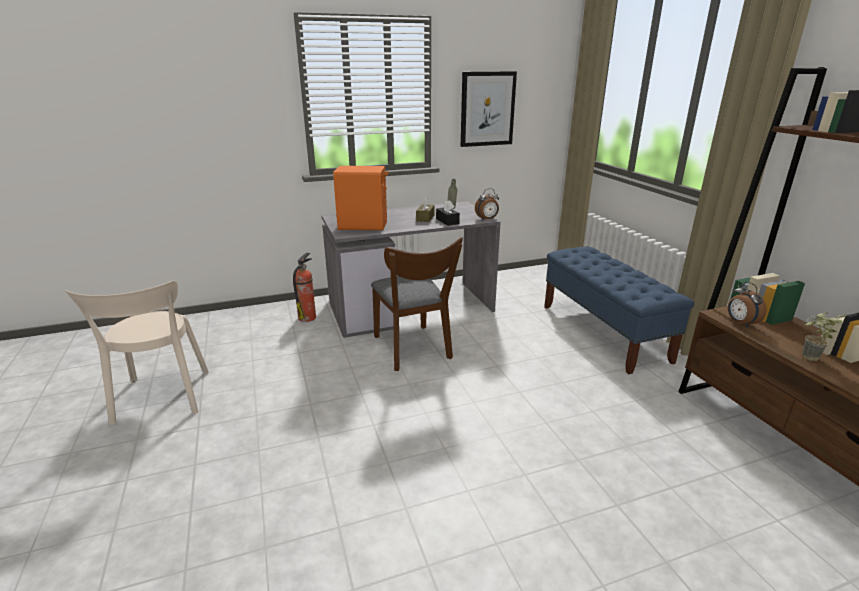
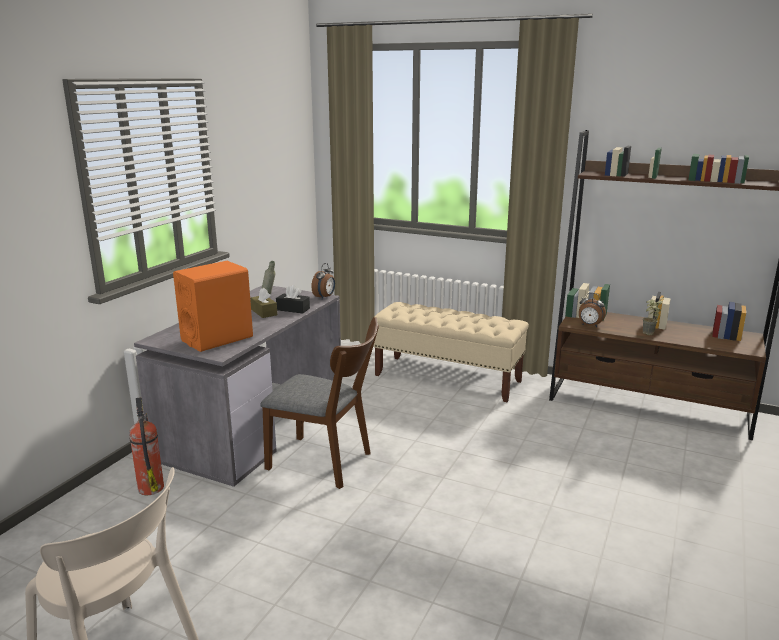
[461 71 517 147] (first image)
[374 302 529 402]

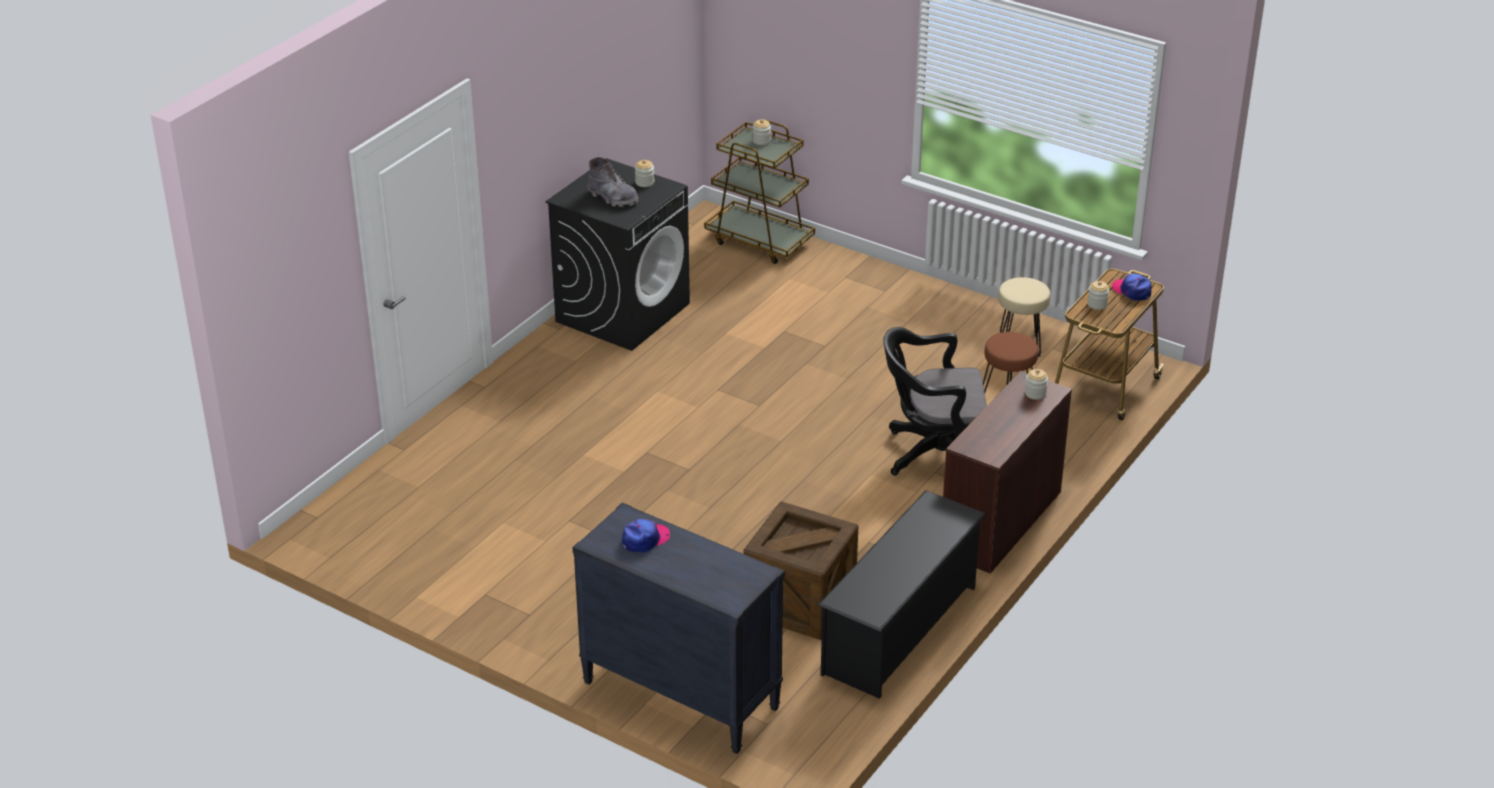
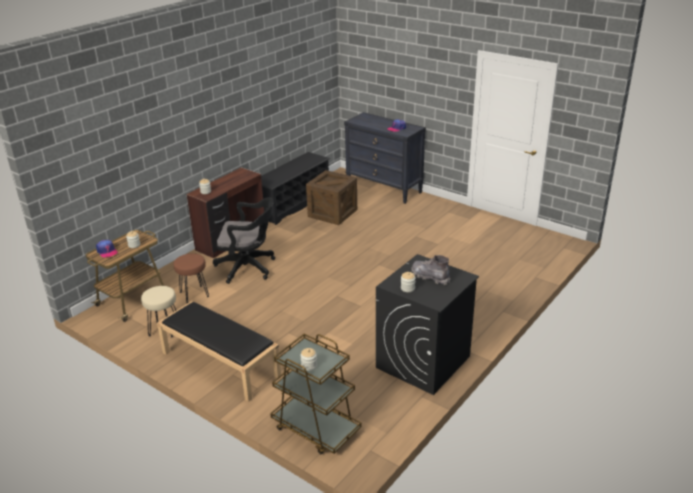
[157 301 281 402]

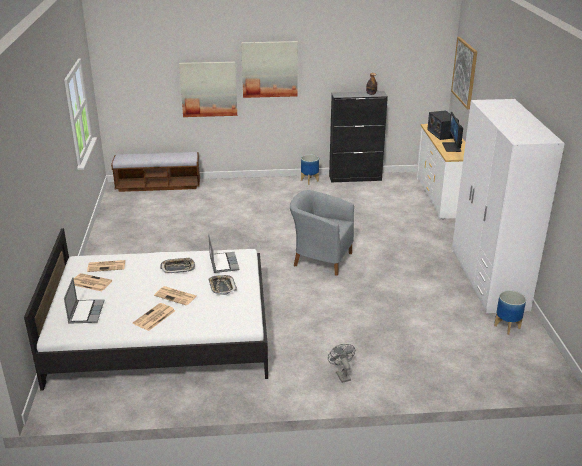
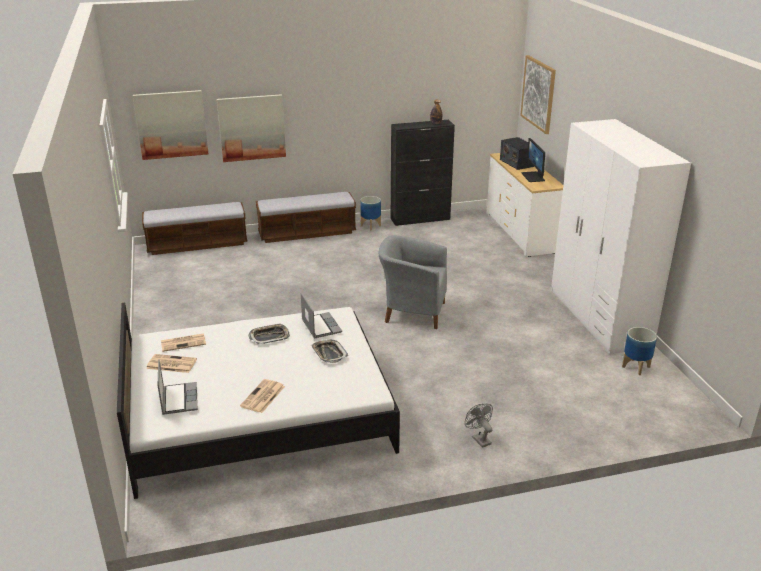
[154 286 197 306] (first image)
[133 90 208 160]
[256 192 356 243]

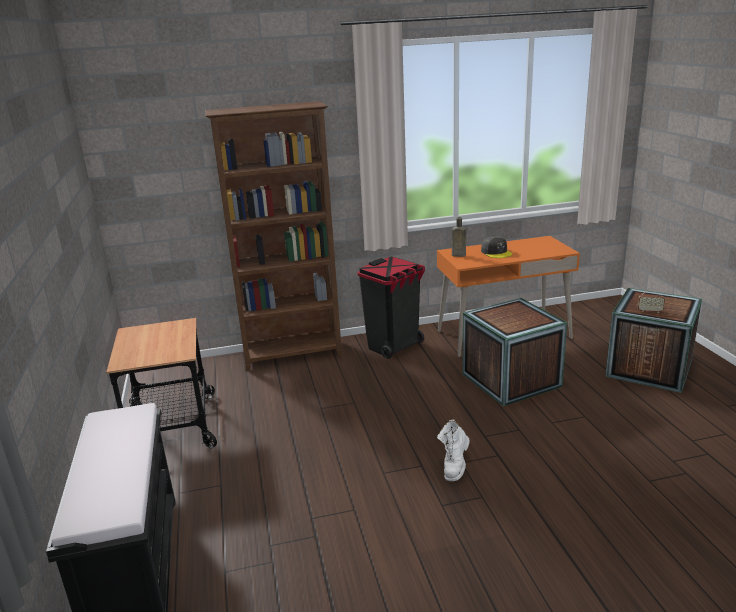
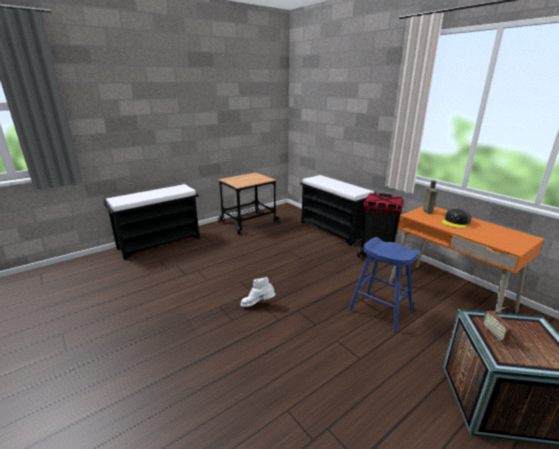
[300 175 377 246]
[349 237 419 332]

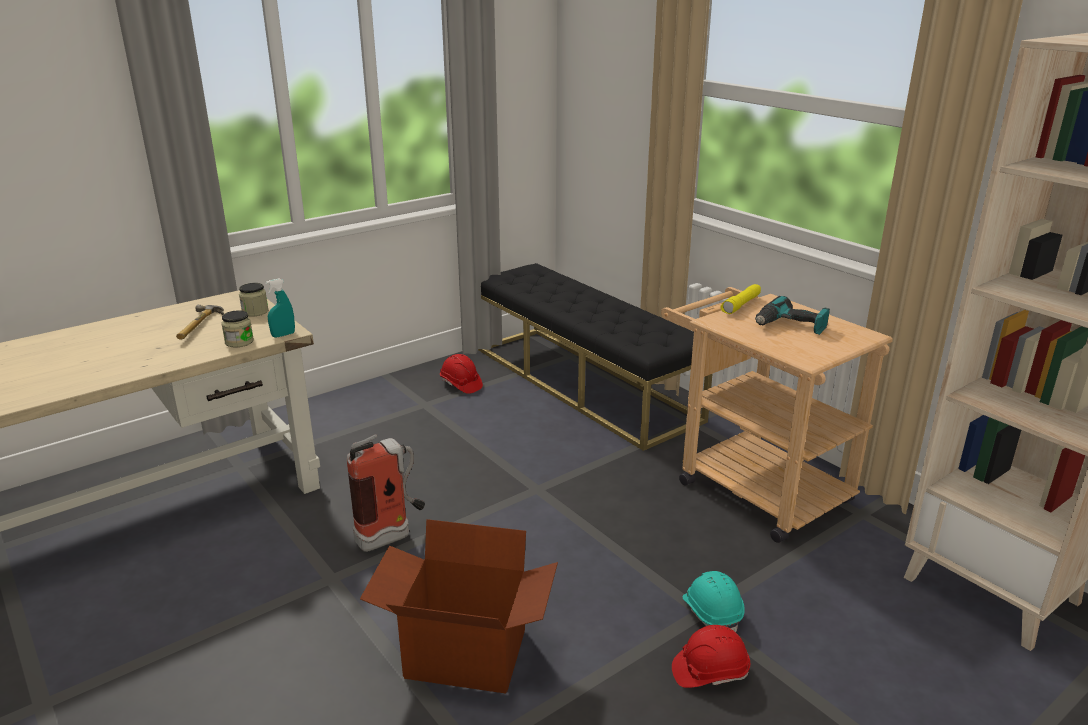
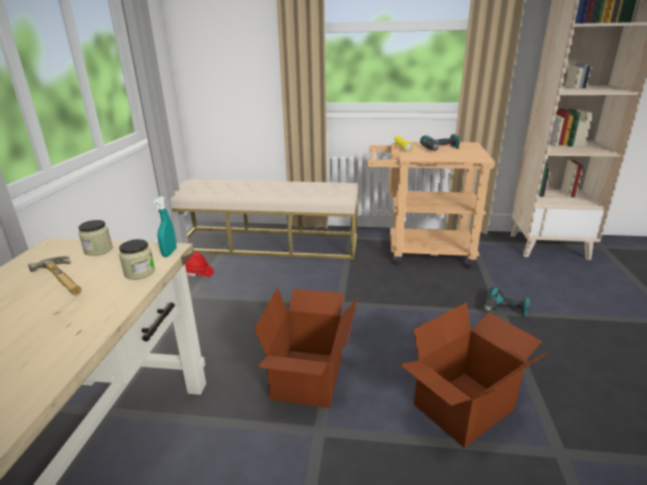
[254 287 358 408]
[170 179 358 260]
[672 625 750 688] (first image)
[483 287 530 316]

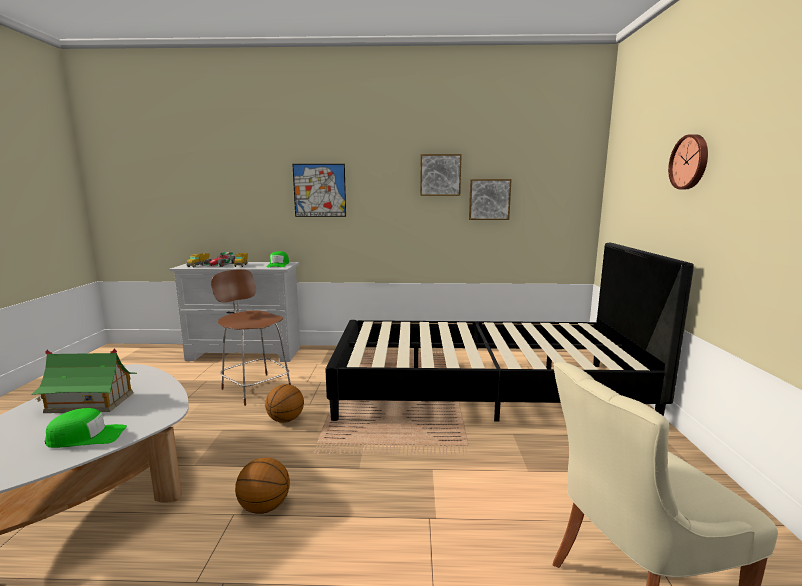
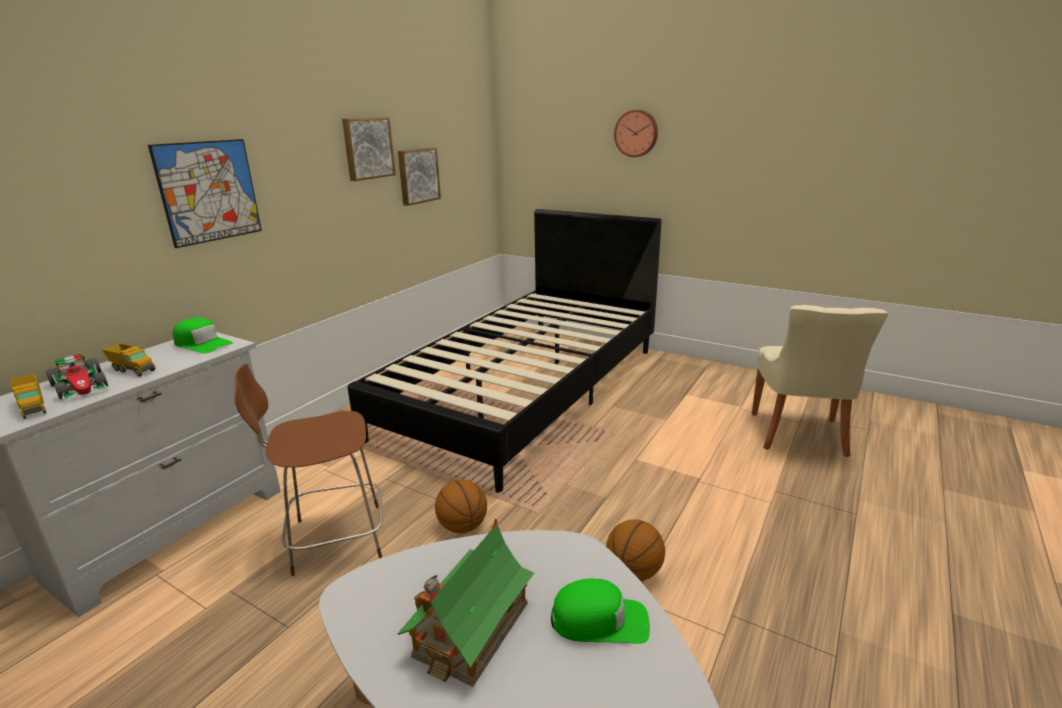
[551 579 650 644]

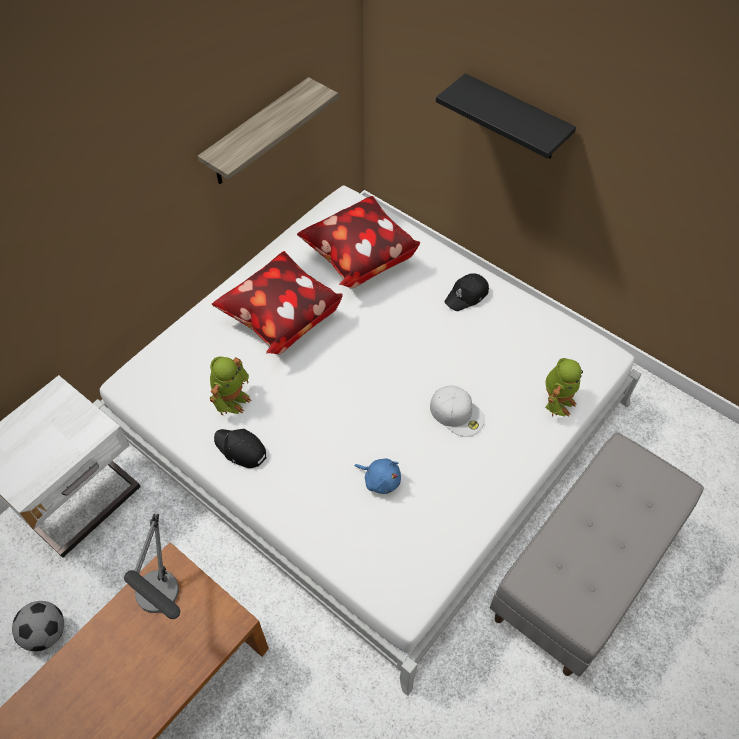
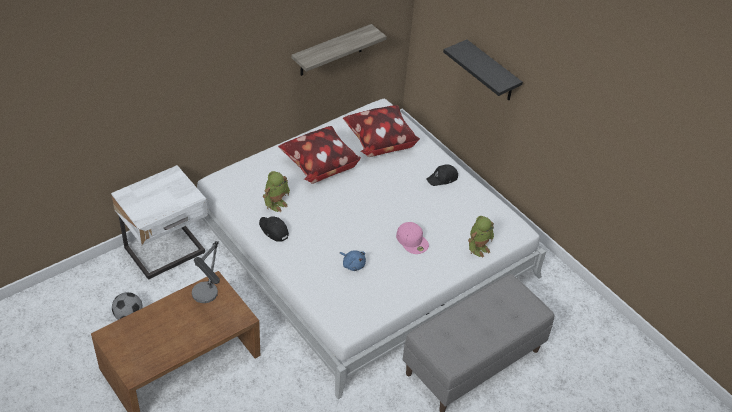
[396 222 429 254]

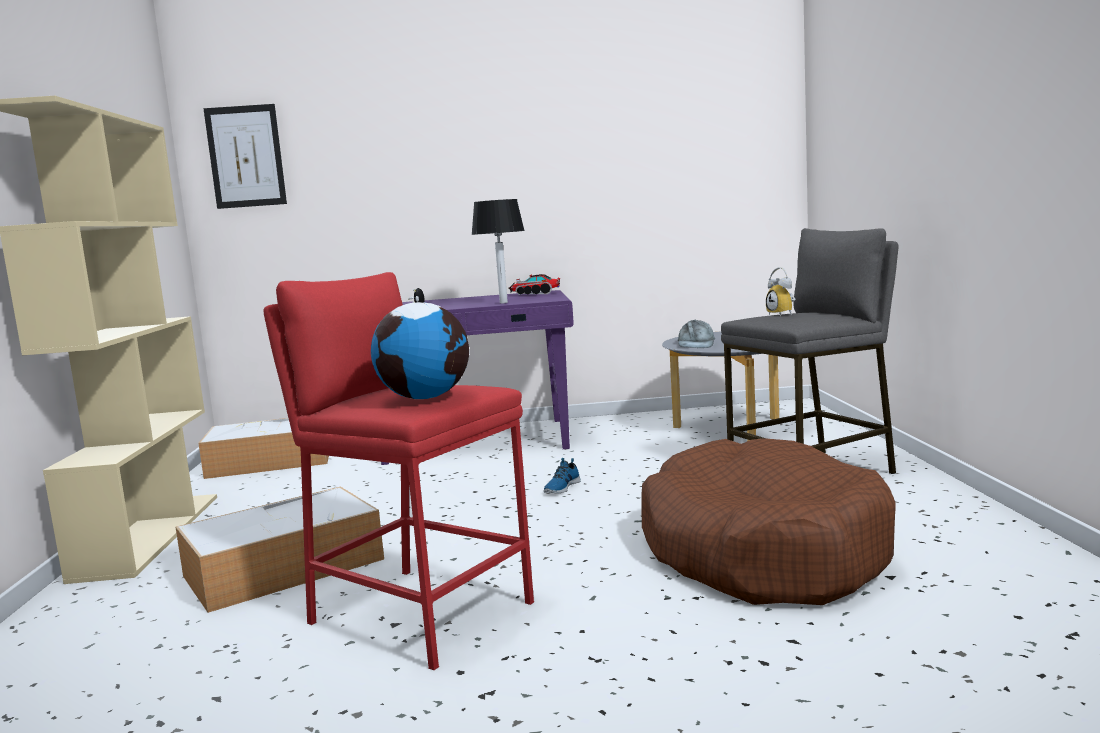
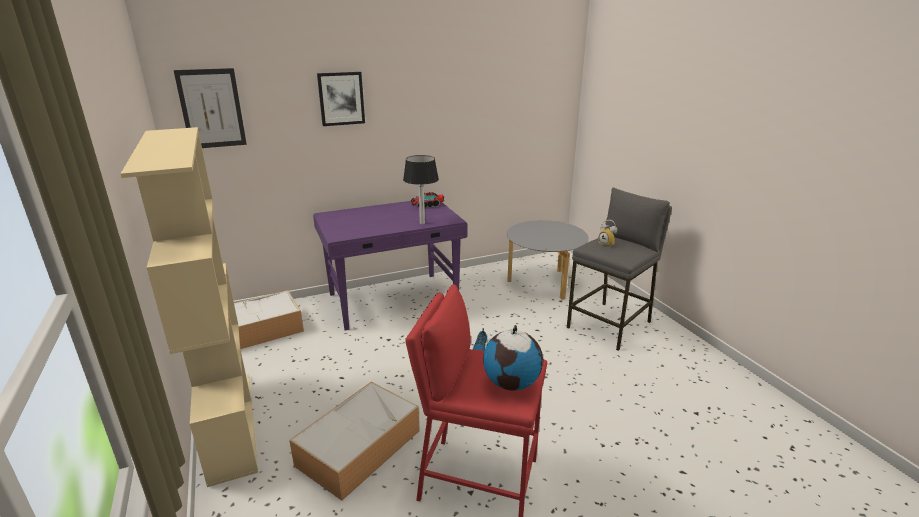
[642 438 896 605] (first image)
[678 320 715 348] (first image)
[317 72 365 126]

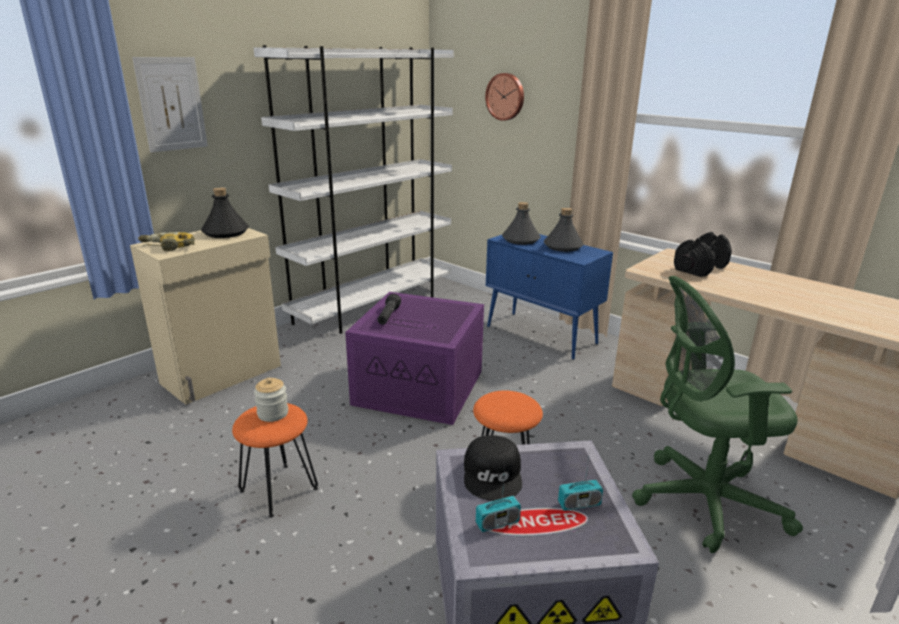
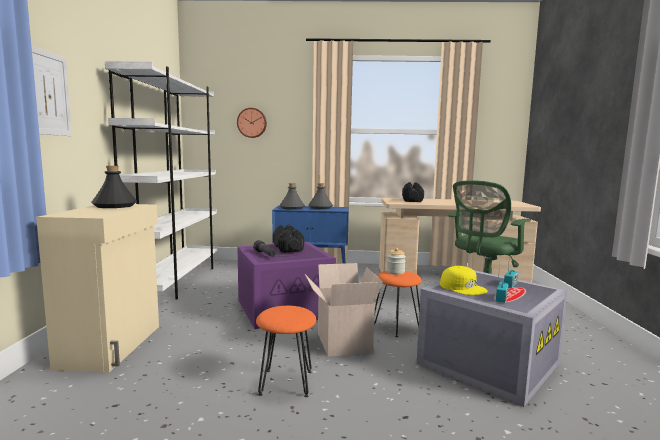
[138 232 195 251] (first image)
[386 248 406 275]
[440 266 488 295]
[273 225 304 253]
[305 263 383 357]

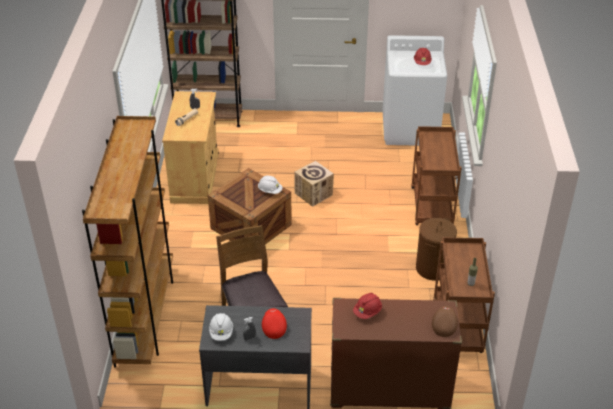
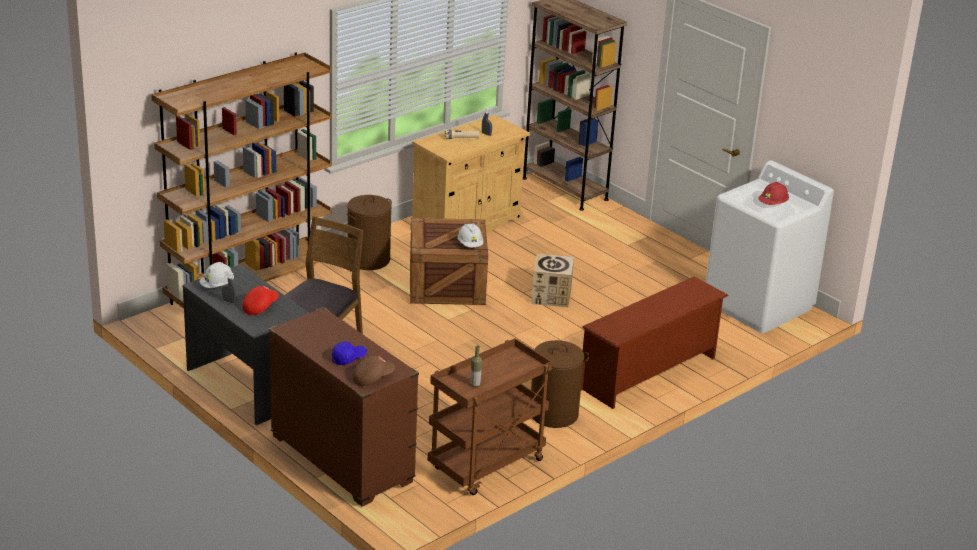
[353 293 382 319] (first image)
[581 276 729 409]
[332 341 367 365]
[346 195 392 270]

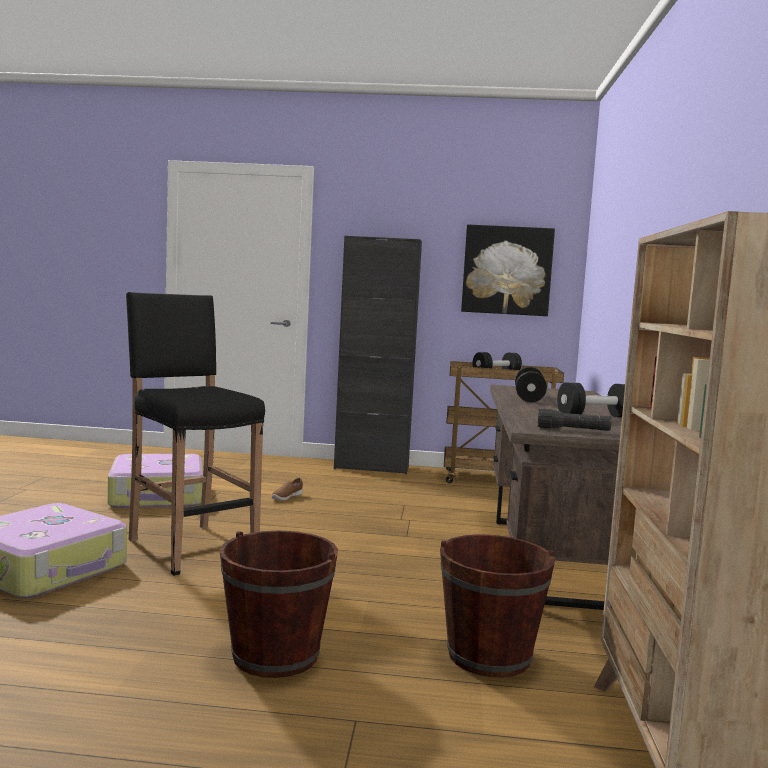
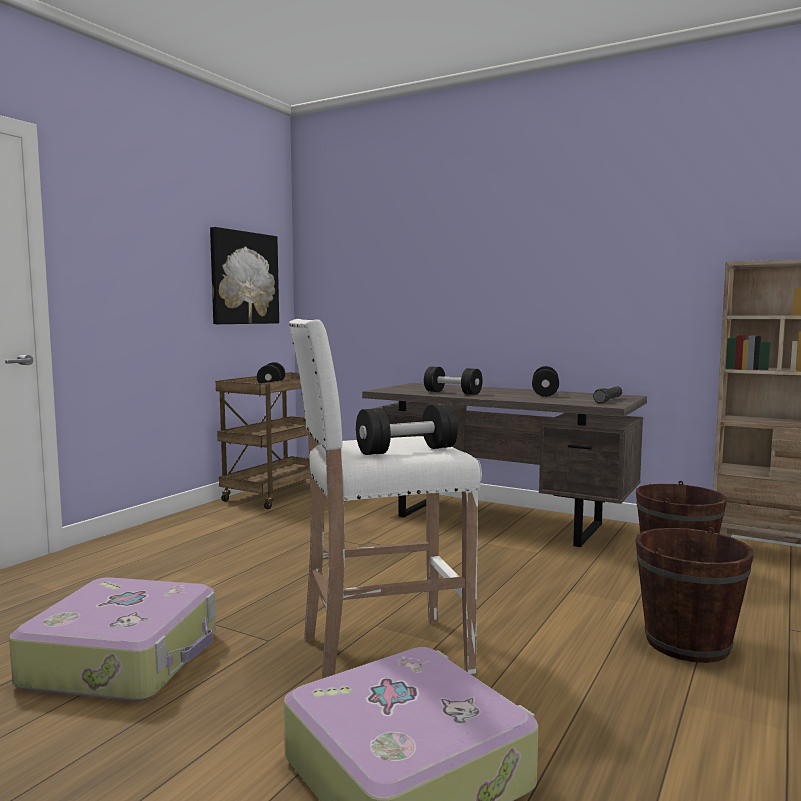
[289 319 482 679]
[272 478 303 500] (first image)
[334 236 422 475] (first image)
[356 404 458 455]

